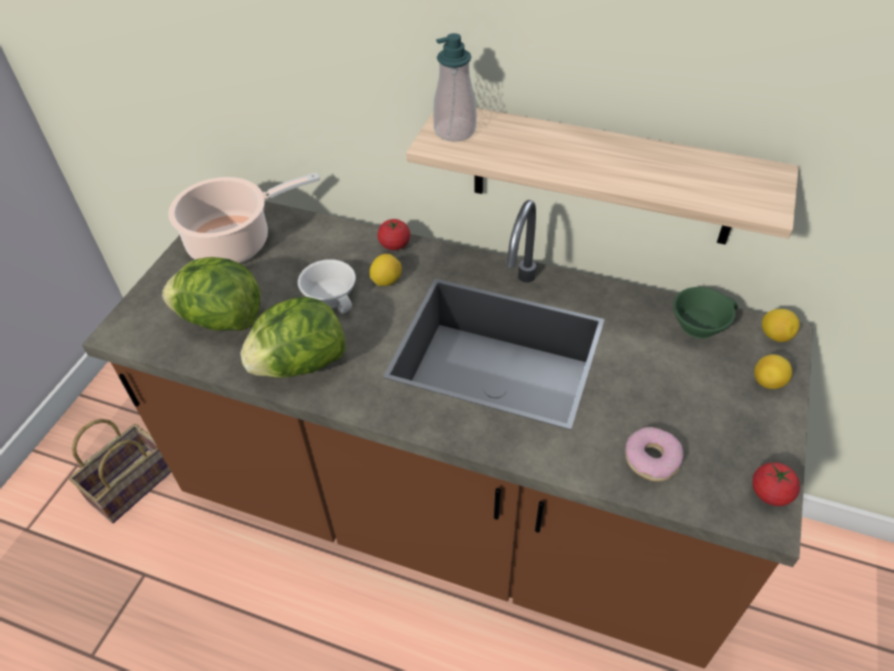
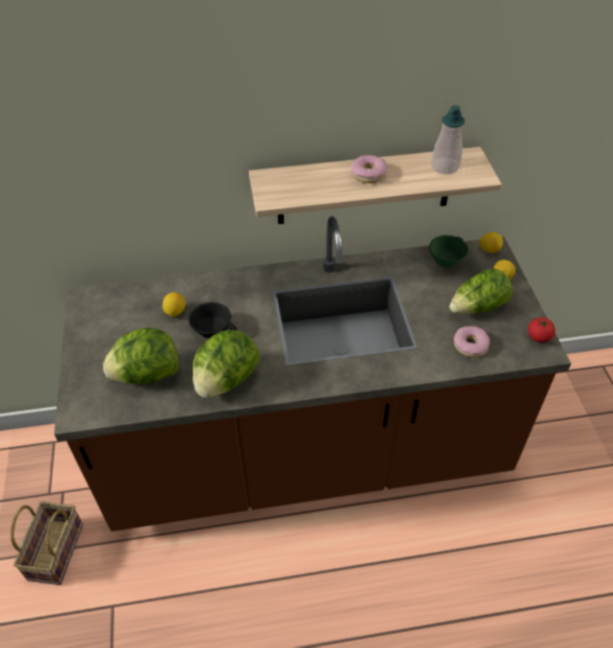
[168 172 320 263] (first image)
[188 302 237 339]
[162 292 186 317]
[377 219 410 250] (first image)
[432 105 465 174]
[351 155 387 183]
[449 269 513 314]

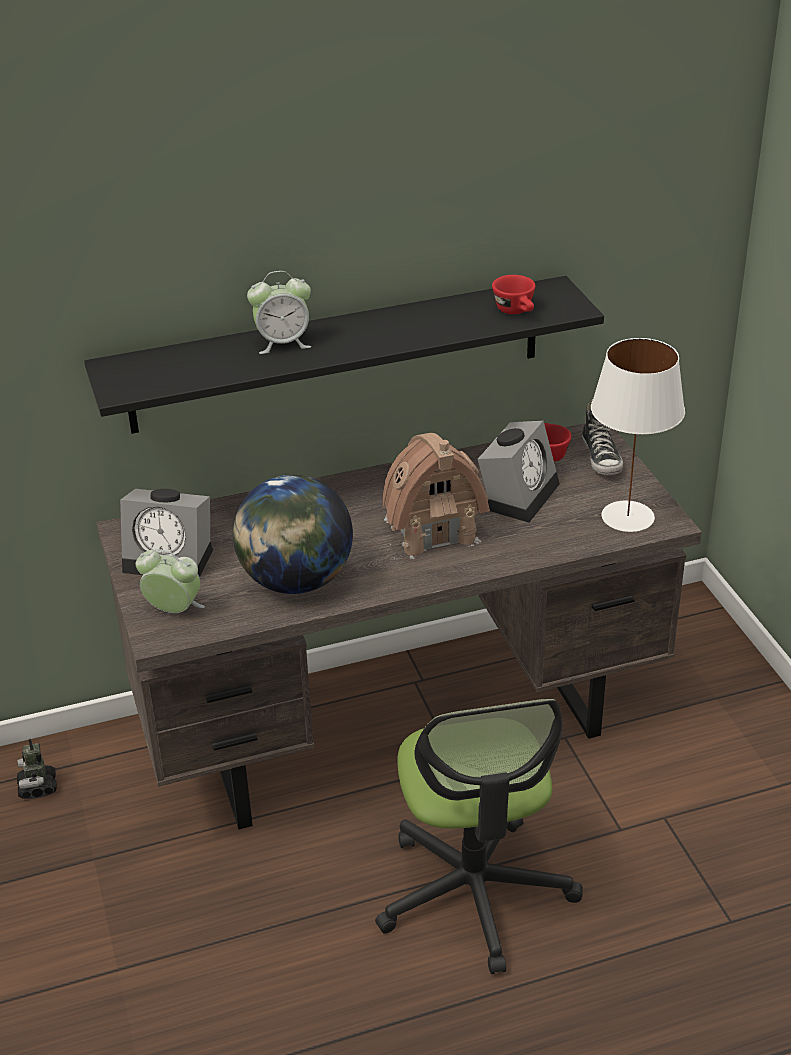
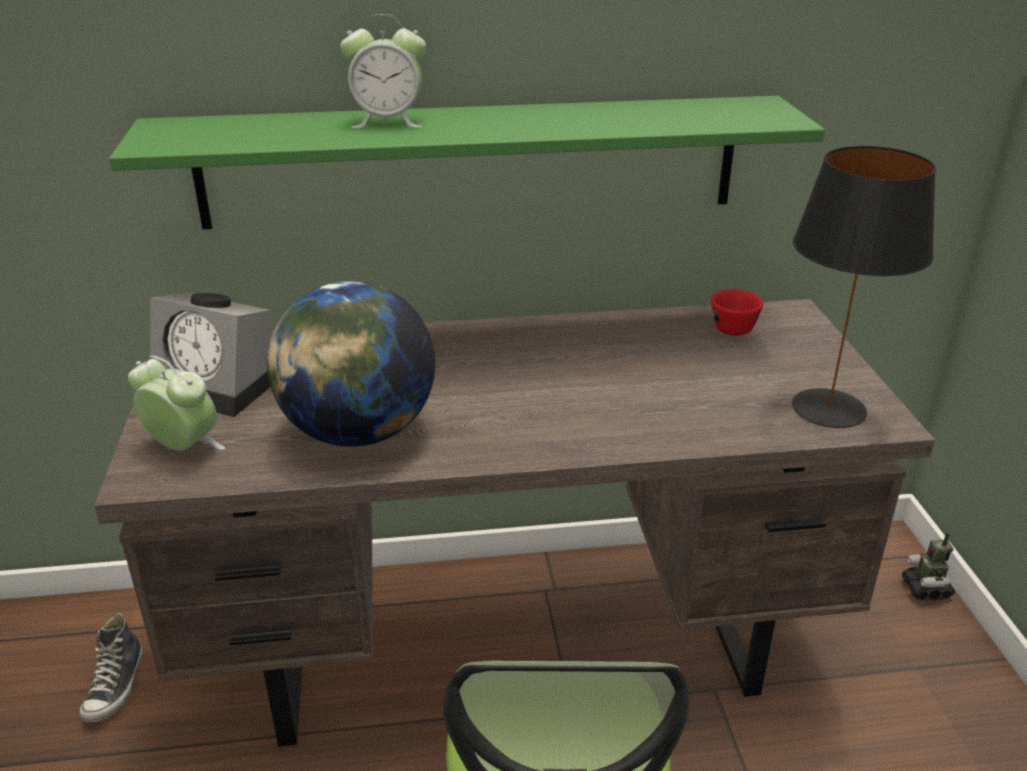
[902 532 955 600]
[109 96 825 229]
[382 432 490 559] (first image)
[478 421 560 523] (first image)
[492 275 535 314] (first image)
[80 613 143 723]
[792 146 936 428]

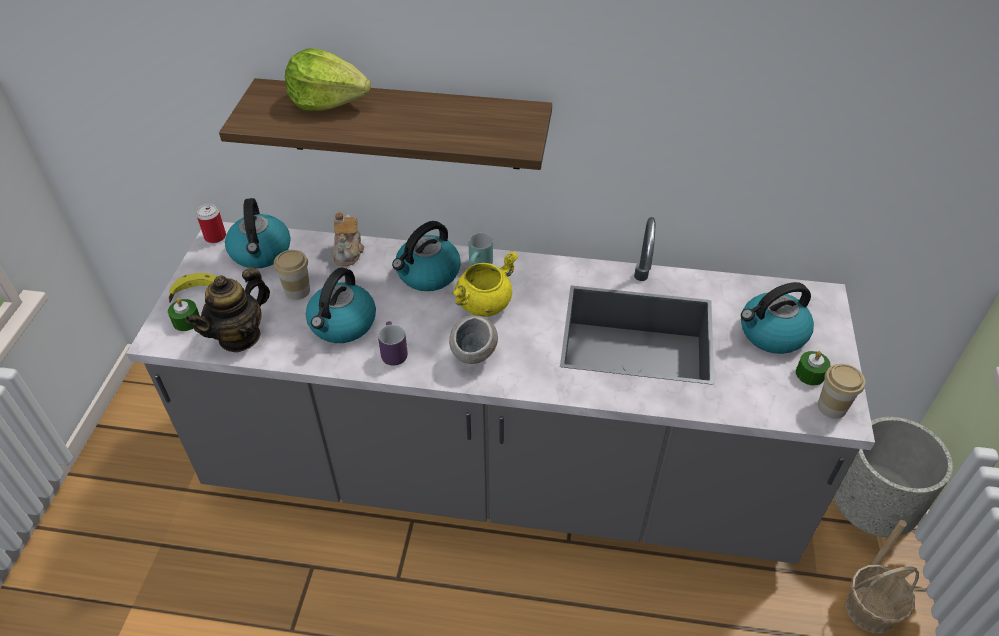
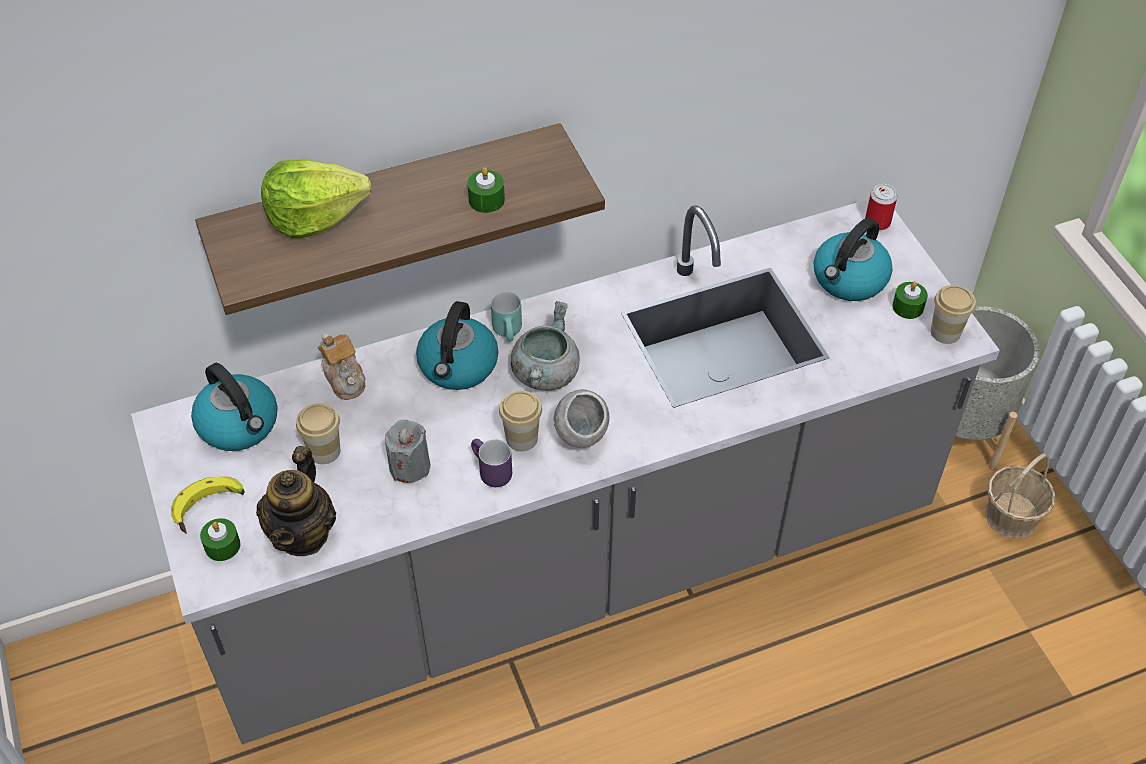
[865 184 897 230]
[385 420 430 483]
[511 301 580 391]
[467 167 505 213]
[499 390 542 452]

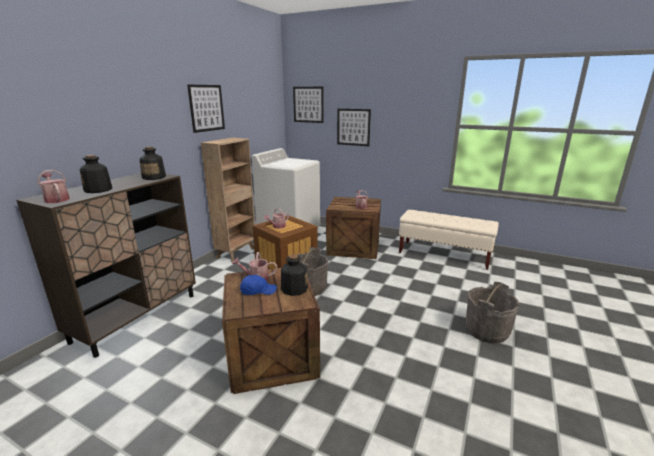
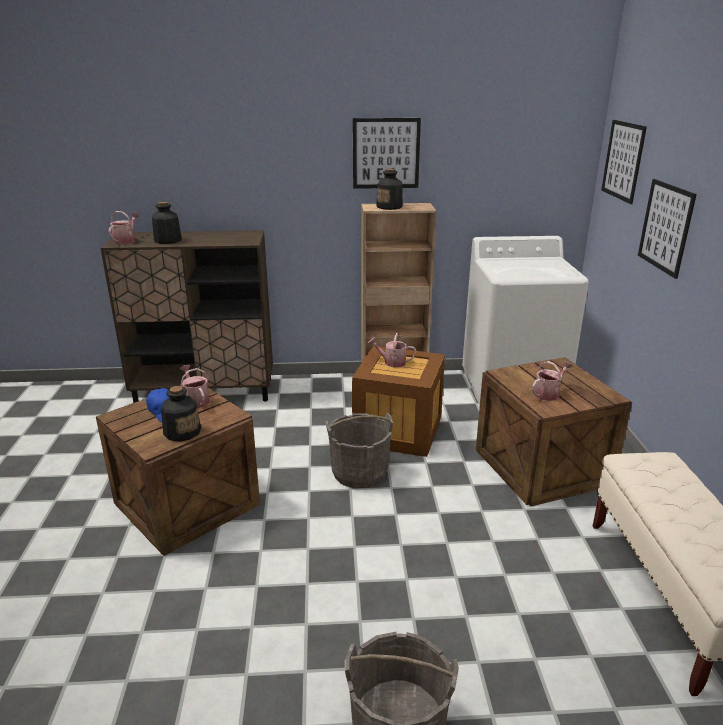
[376 169 403 210]

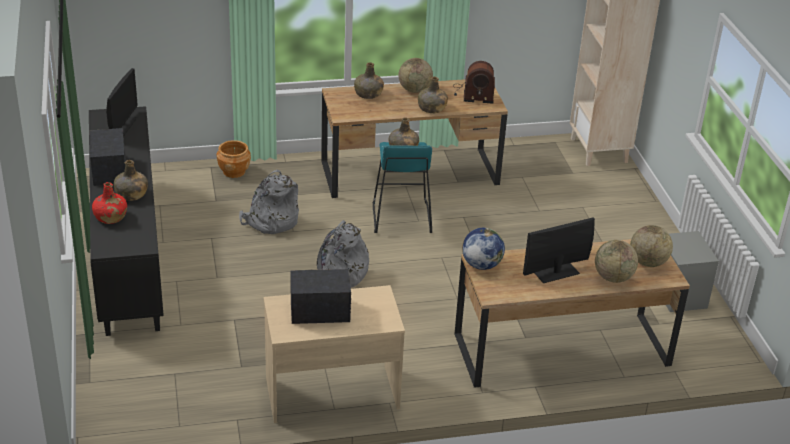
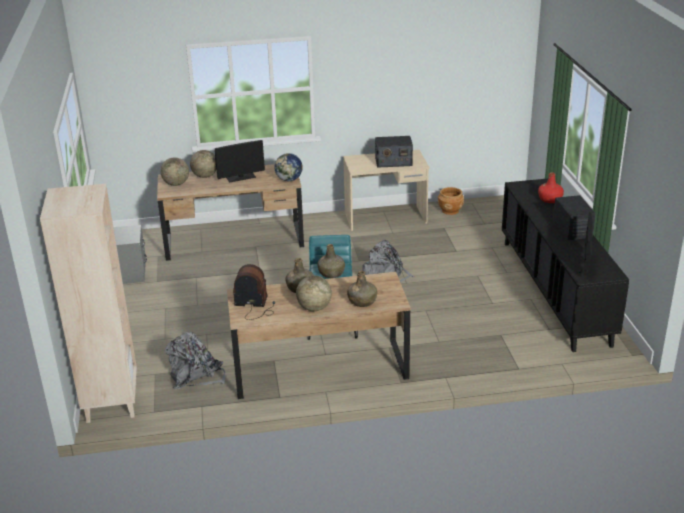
[114 160 148 201] (first image)
[438 187 464 215]
[165 332 225 389]

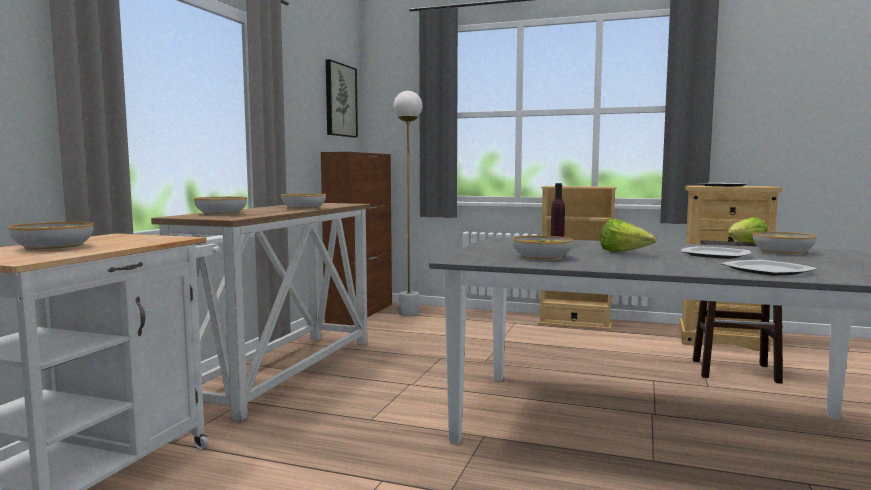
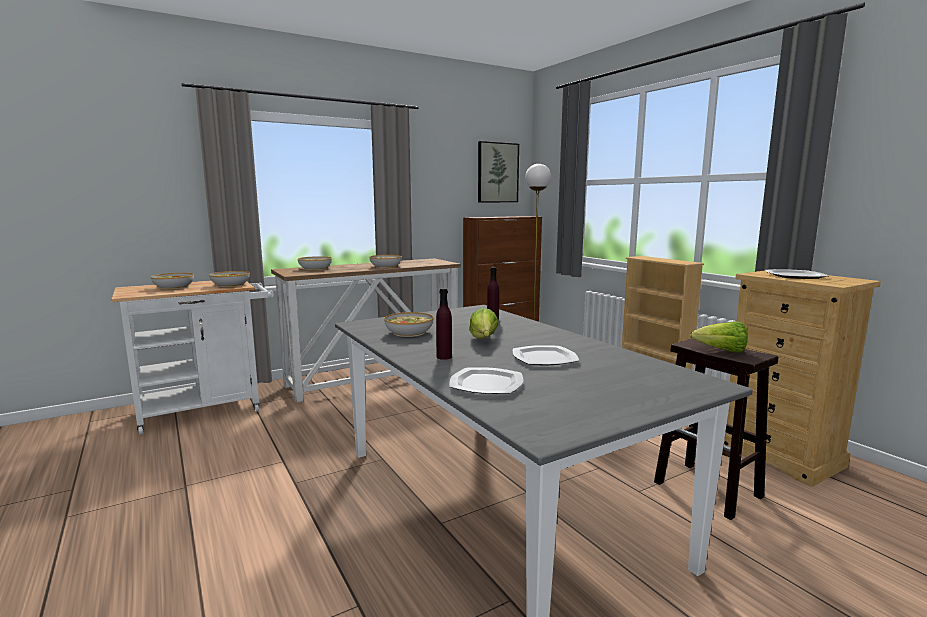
[209 271 250 287]
[436 288 452 360]

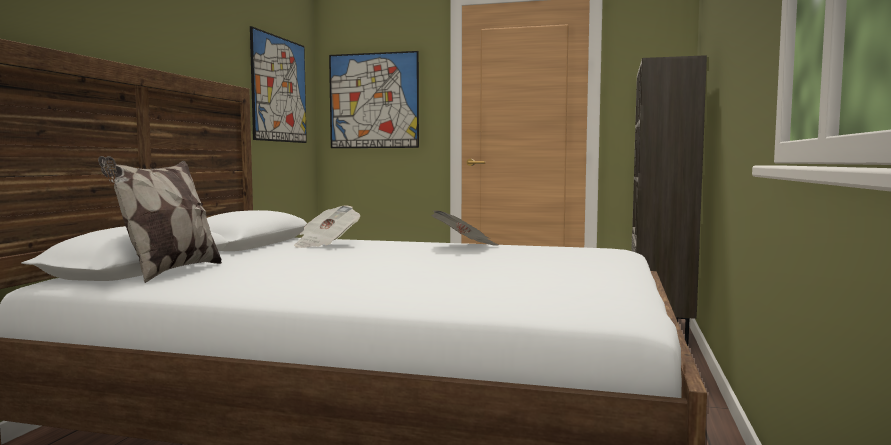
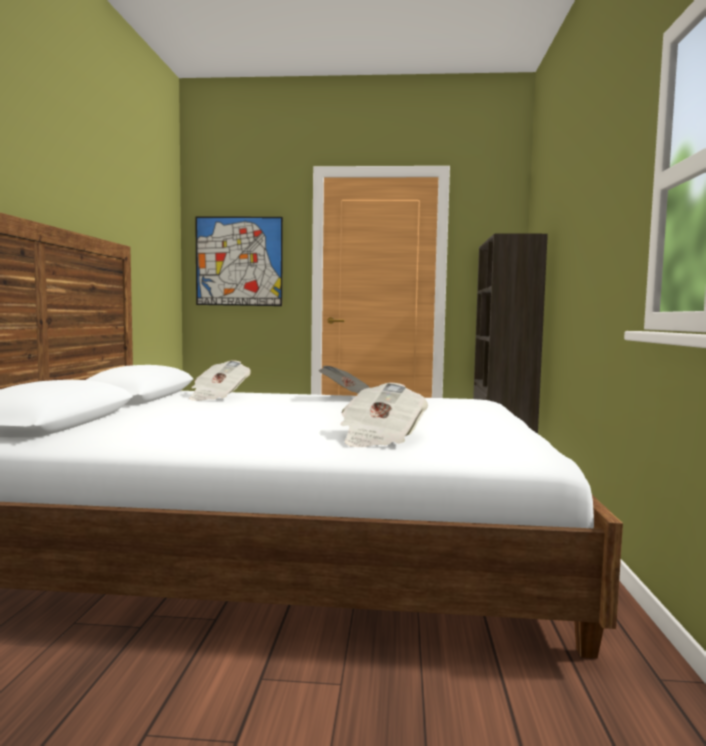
[98 156 222 283] (first image)
[250 26 307 143] (first image)
[340 383 428 447]

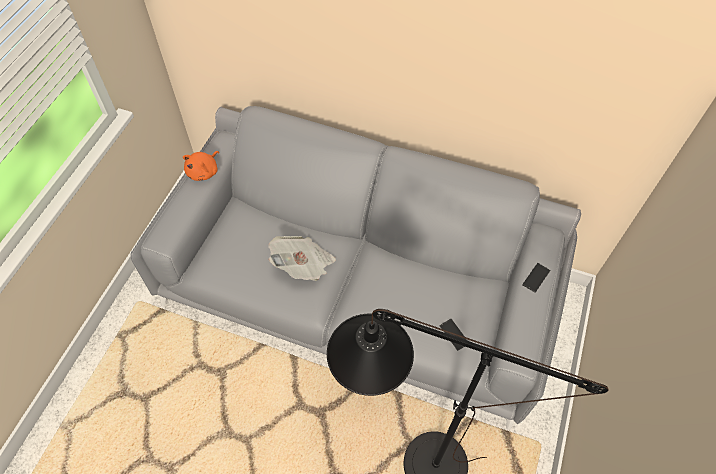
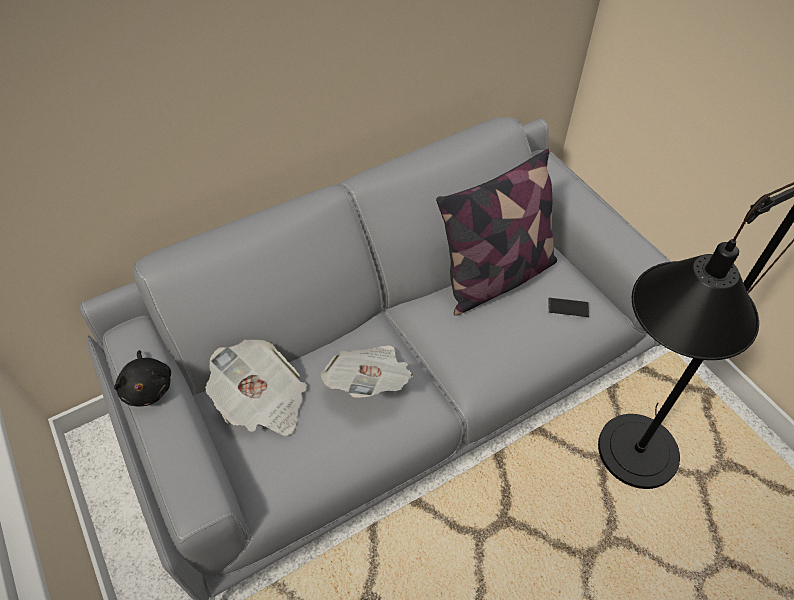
[114 350 171 407]
[522 263 551 293] (first image)
[205 340 307 436]
[436 149 557 316]

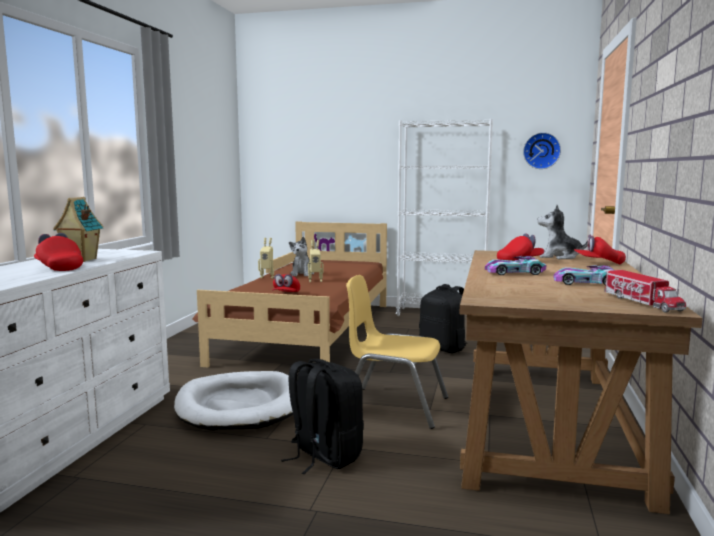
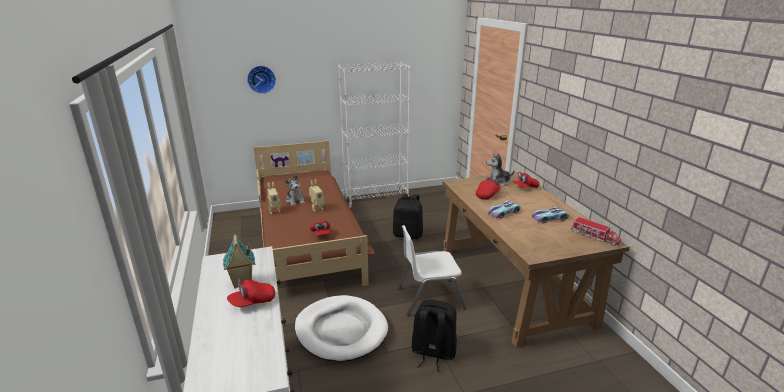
[227 279 275 307]
[397 225 467 316]
[247 66 276 94]

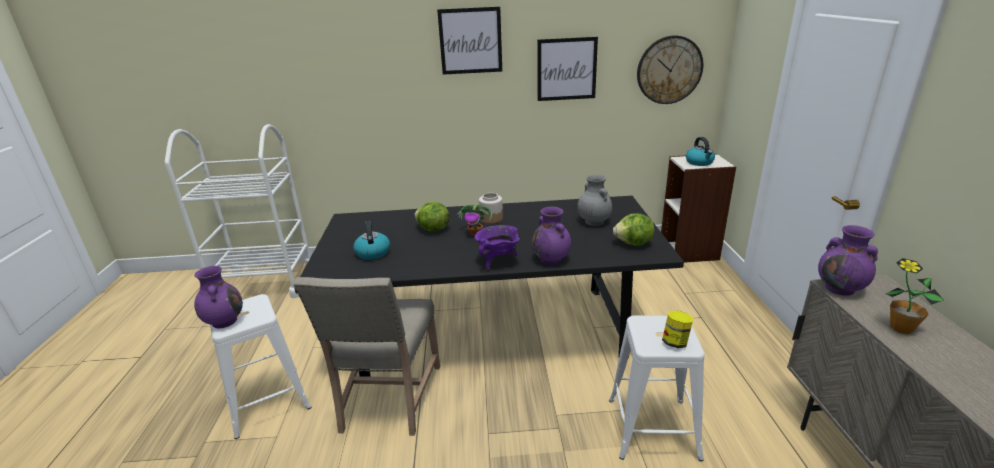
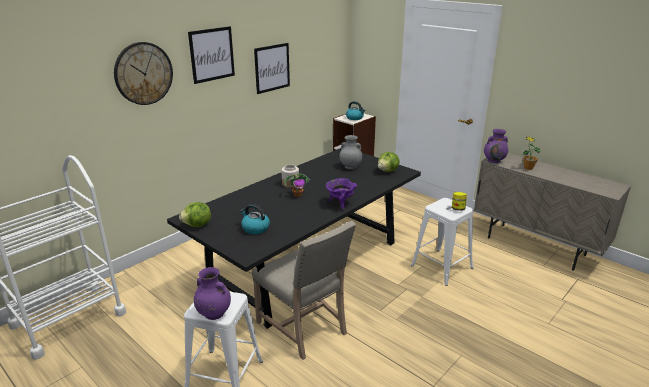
[179 202 211 227]
[532 207 571 265] (first image)
[114 42 173 105]

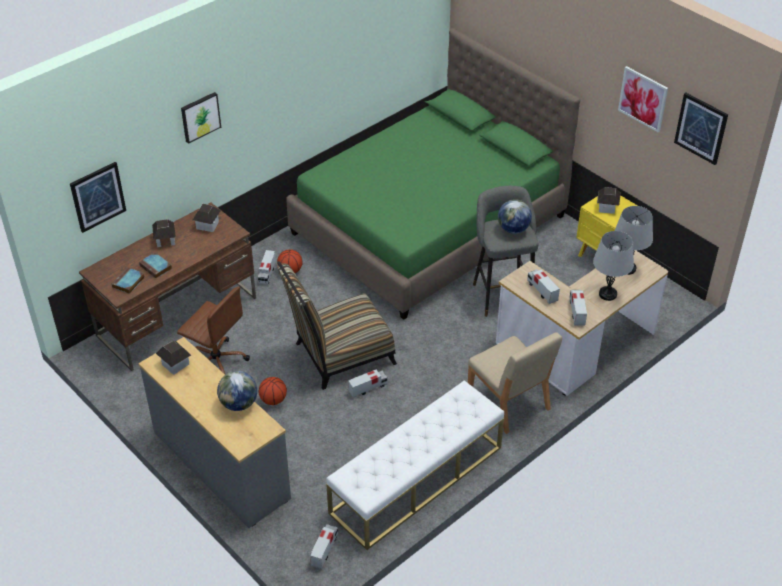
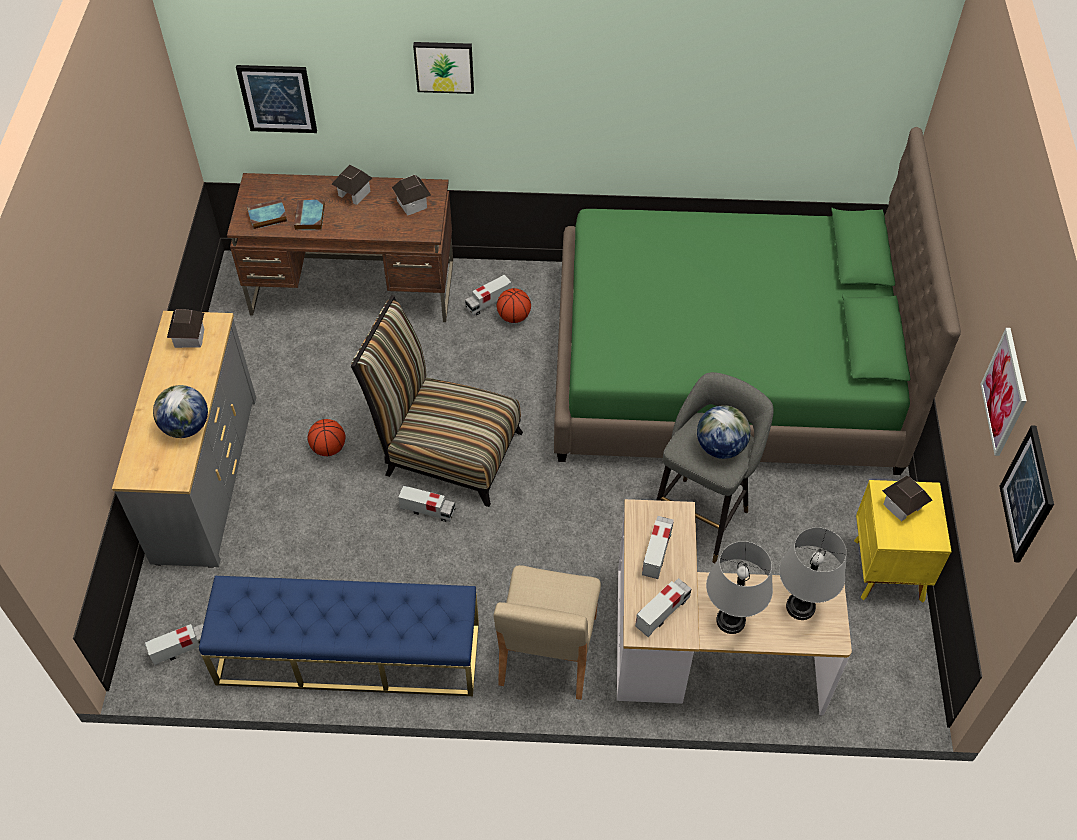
[177 287 250 374] (first image)
[199 576 479 696]

